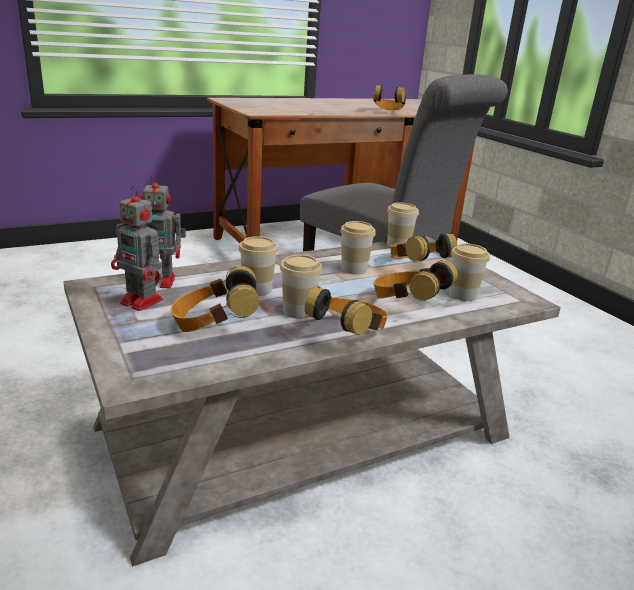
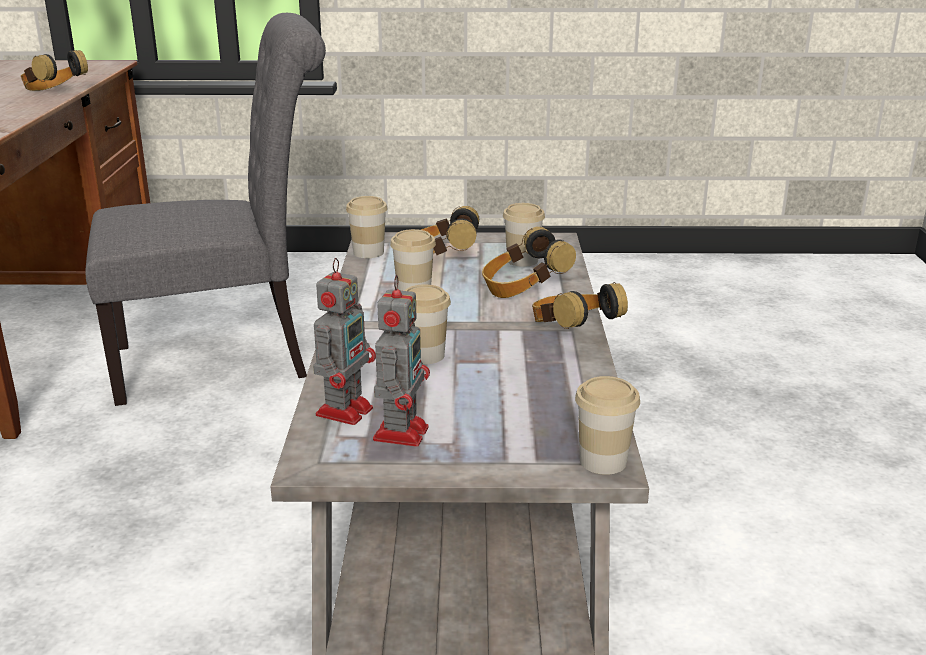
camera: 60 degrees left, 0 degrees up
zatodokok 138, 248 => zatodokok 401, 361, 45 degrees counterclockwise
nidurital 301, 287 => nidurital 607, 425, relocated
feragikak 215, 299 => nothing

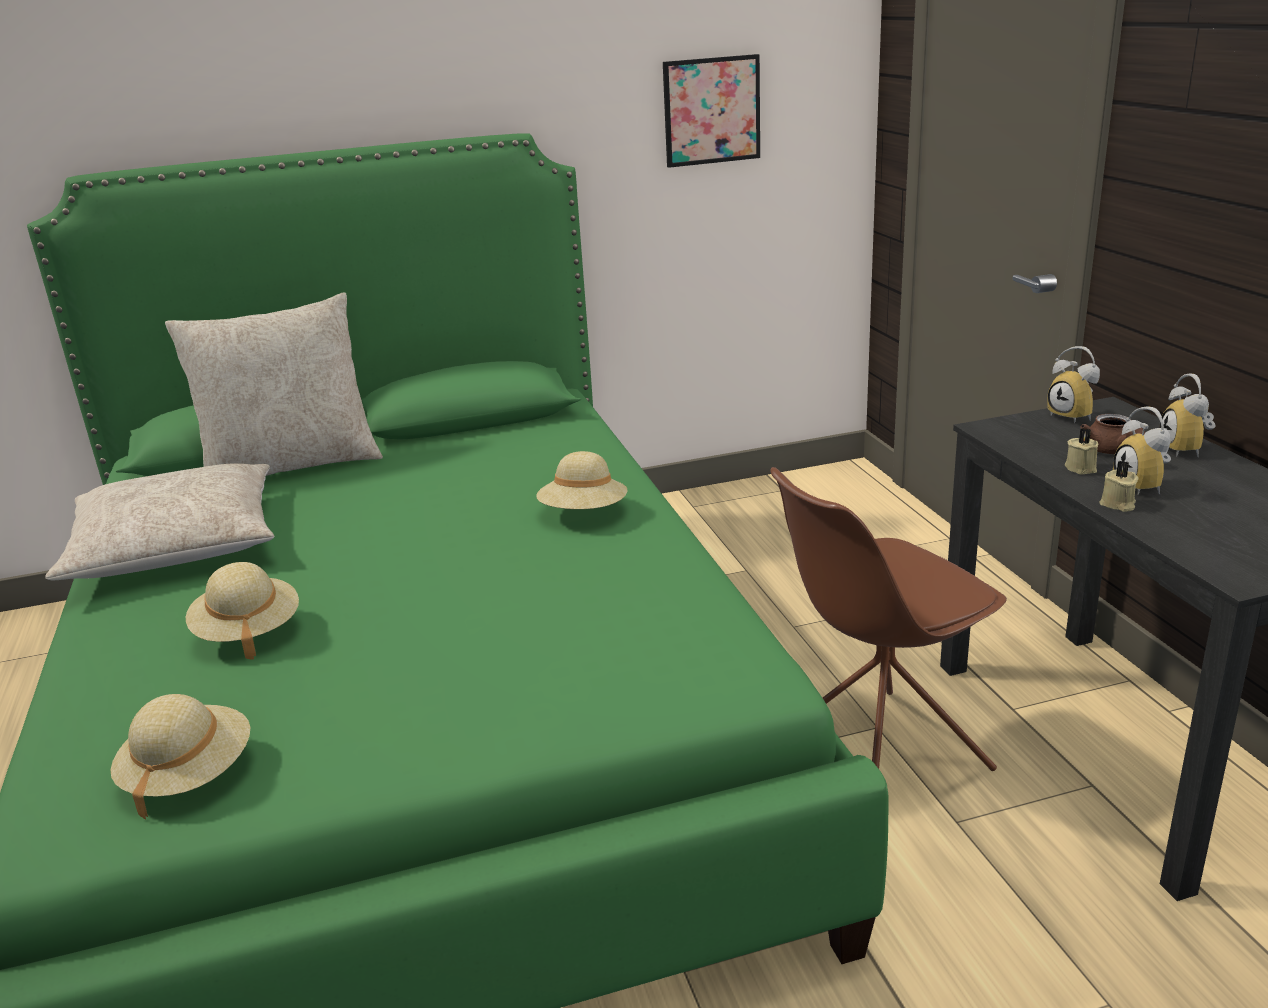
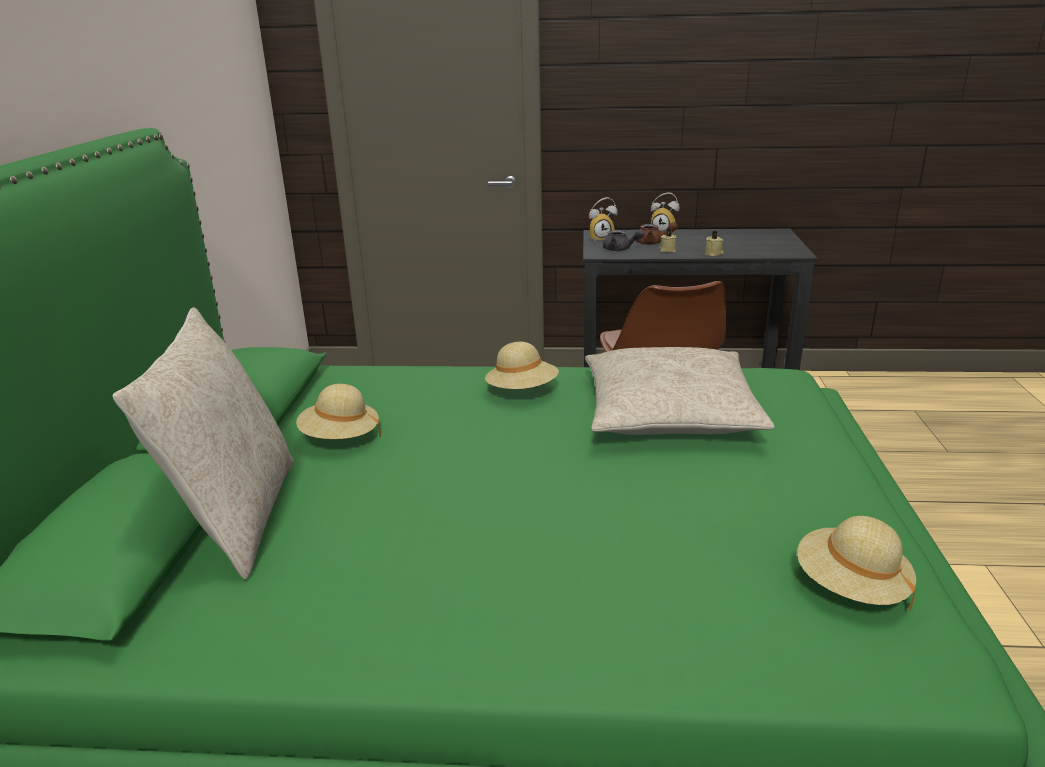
camera: 70 degrees left, 0 degrees up
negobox 711, 111 => nothing
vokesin 1142, 451 => nothing
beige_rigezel 160, 521 => beige_rigezel 679, 391, relocated
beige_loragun 242, 611 => beige_loragun 338, 411, relocated
nothing => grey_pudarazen 623, 240

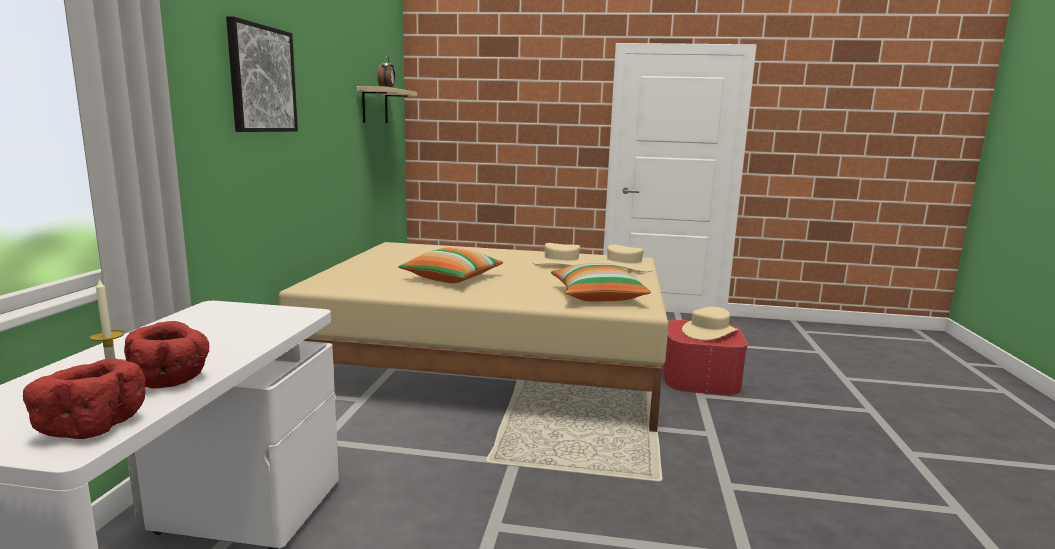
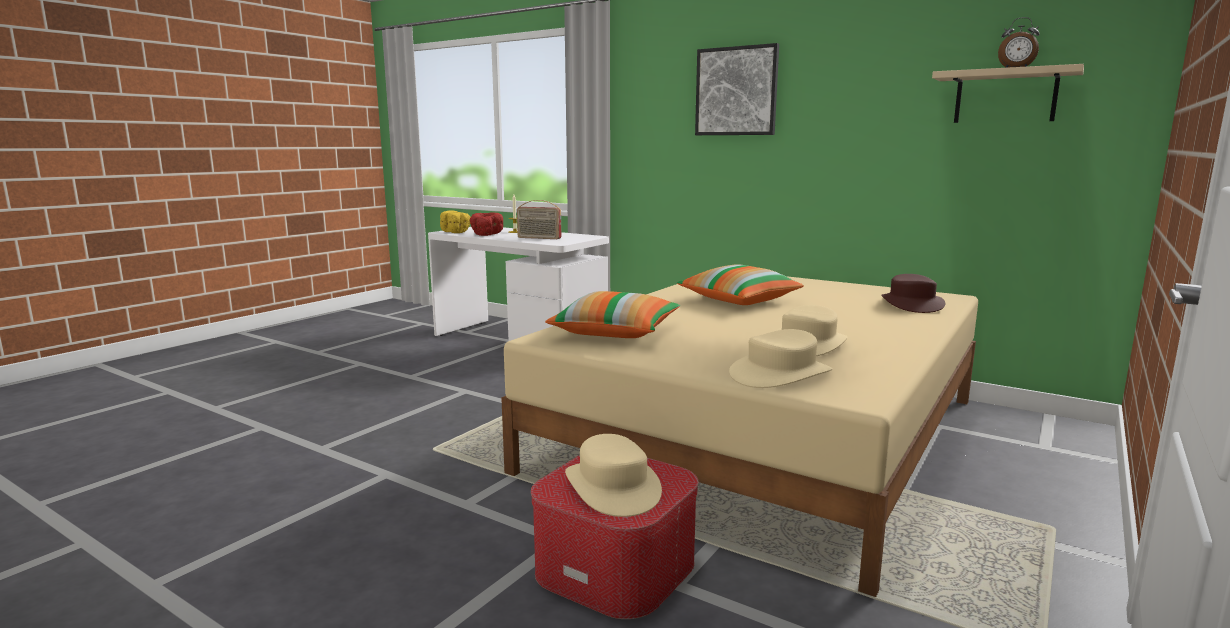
camera: 115 degrees right, 0 degrees up
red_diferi 84, 399 => yellow_diferi 455, 221
nothing => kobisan 539, 219
nothing => brown_loragun 913, 293

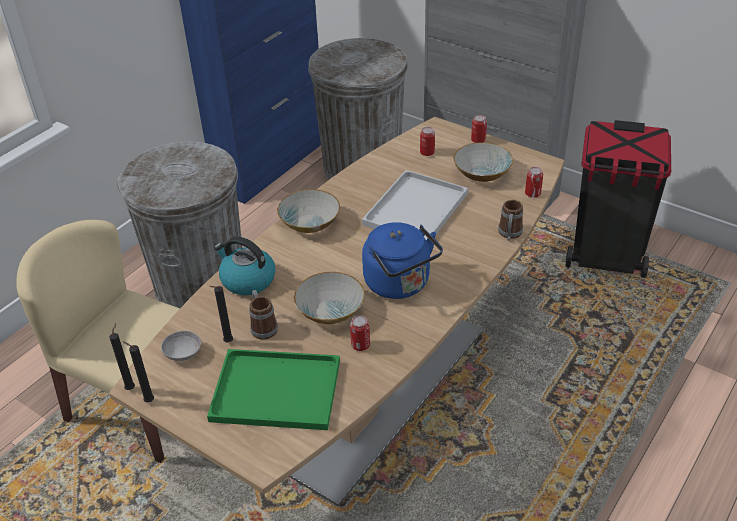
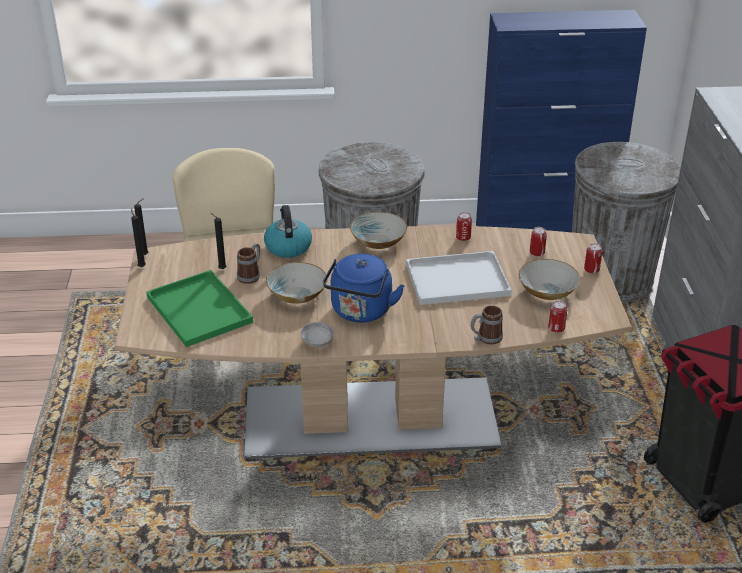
camera: 50 degrees right, 5 degrees down
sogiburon 360, 333 => sogiburon 464, 226, relocated
grey_diferi 181, 346 => grey_diferi 317, 334, relocated

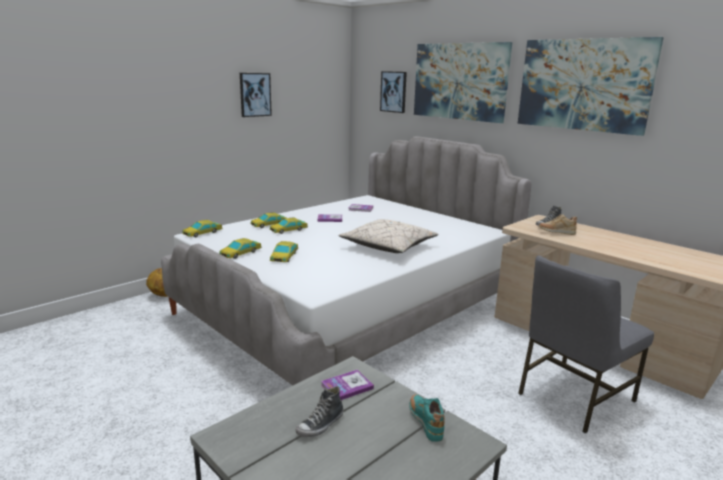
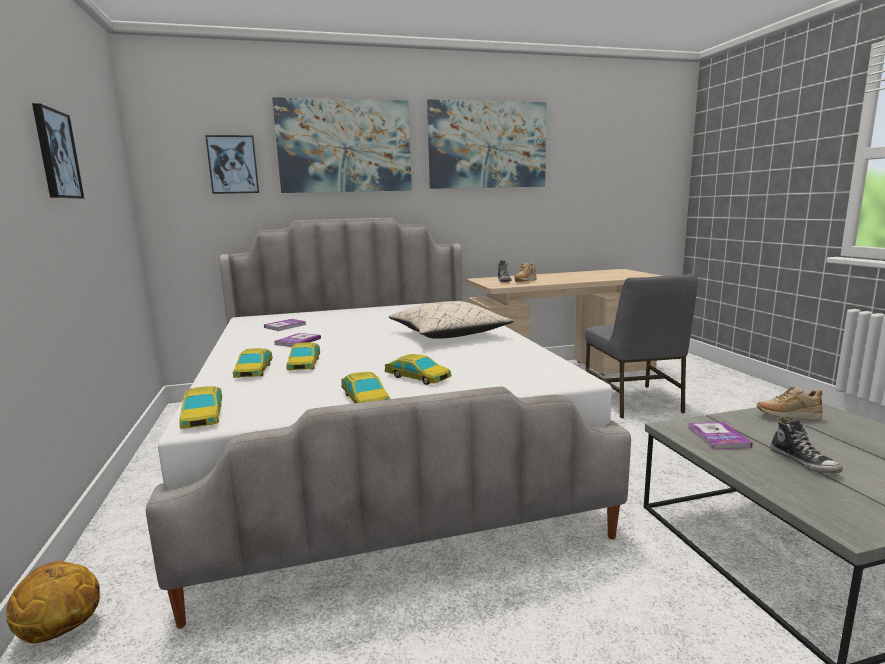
camera: 60 degrees left, 5 degrees down
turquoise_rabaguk 427, 417 => beige_rabaguk 790, 404

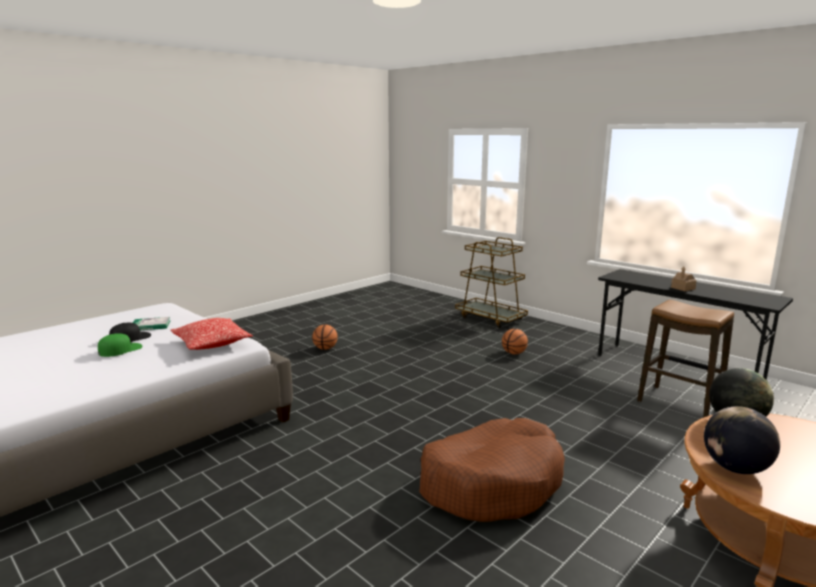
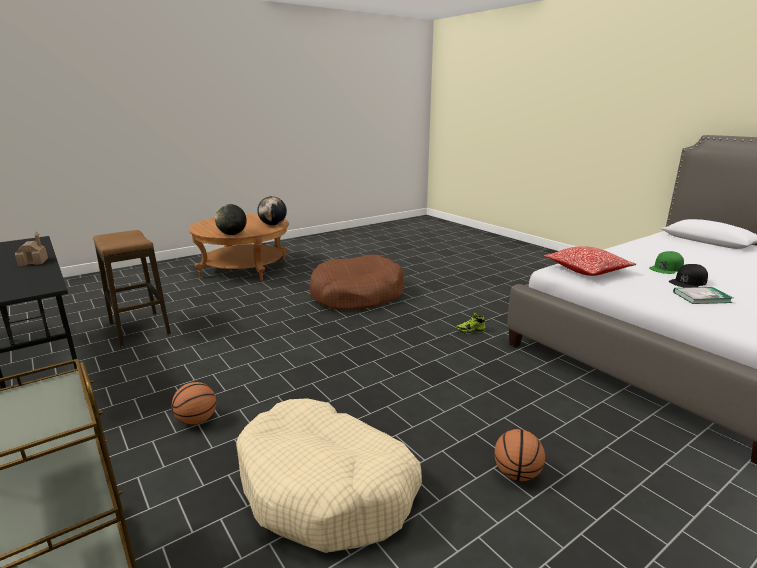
camera: 170 degrees left, 5 degrees up
nothing => rabaguk 471, 323
nothing => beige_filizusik 329, 475

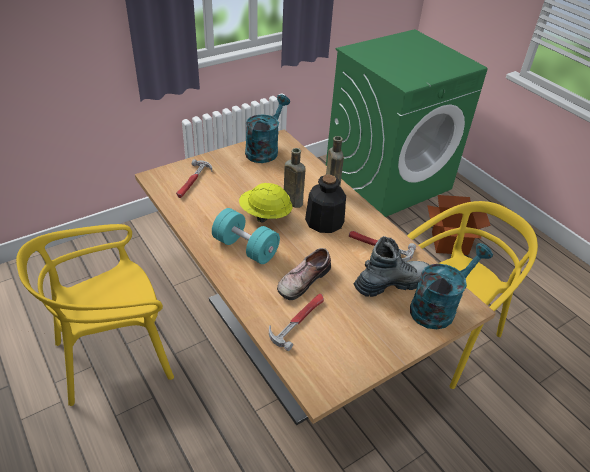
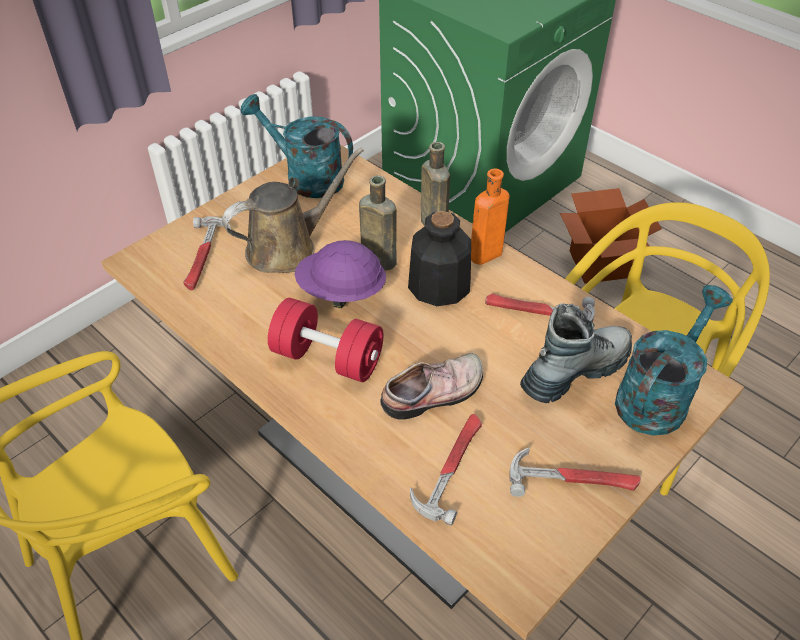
camera: 10 degrees left, 5 degrees up
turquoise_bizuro 267, 128 => turquoise_bizuro 296, 146, 75 degrees counterclockwise
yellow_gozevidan 265, 203 => purple_gozevidan 340, 274
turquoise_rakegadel 246, 236 => red_rakegadel 325, 340
rabaguk 304, 274 => rabaguk 431, 386, 150 degrees counterclockwise
nothing => brown_bizuro 293, 210
nothing => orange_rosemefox 490, 216
nothing => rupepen 575, 472

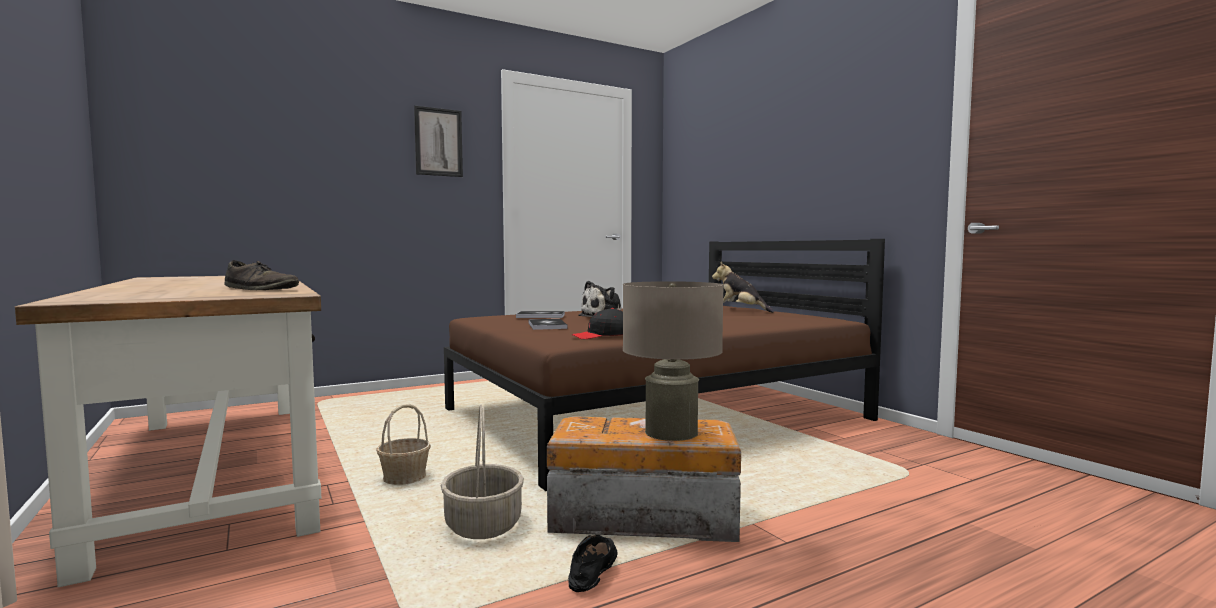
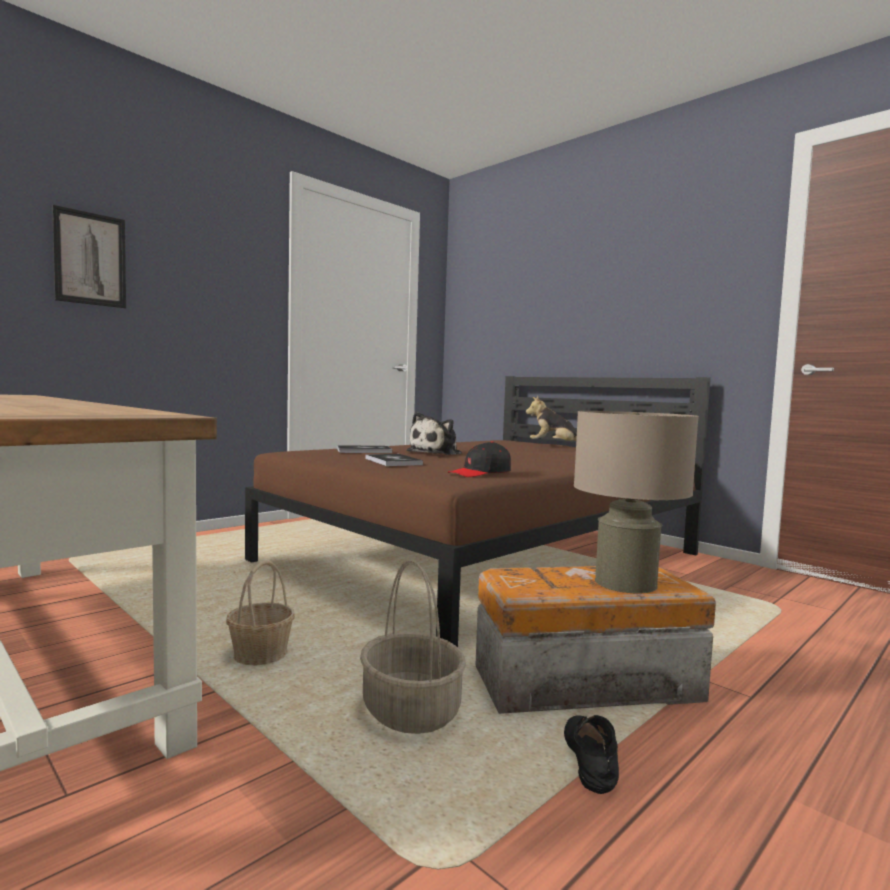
camera: 15 degrees left, 0 degrees up
negobox 438, 141 => negobox 89, 256, relocated
brown_rabaguk 262, 275 => nothing

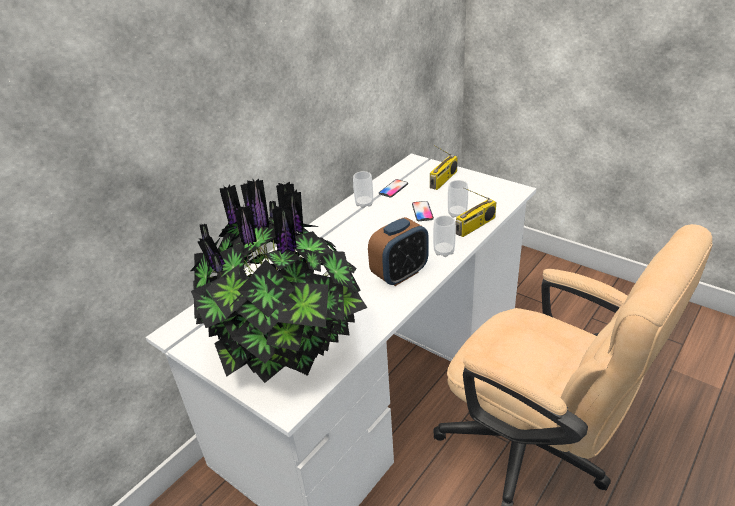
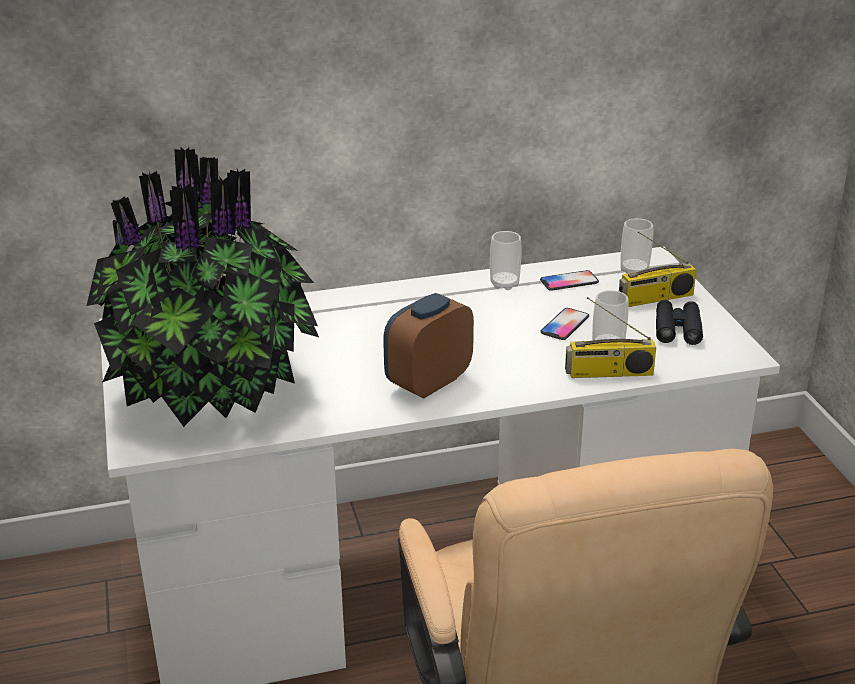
camera: 35 degrees right, 5 degrees down
nidurital 444, 236 => nidurital 636, 246, relocated
vokesin 398, 251 => vokesin 428, 346, 135 degrees clockwise
nothing => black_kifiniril 679, 322

